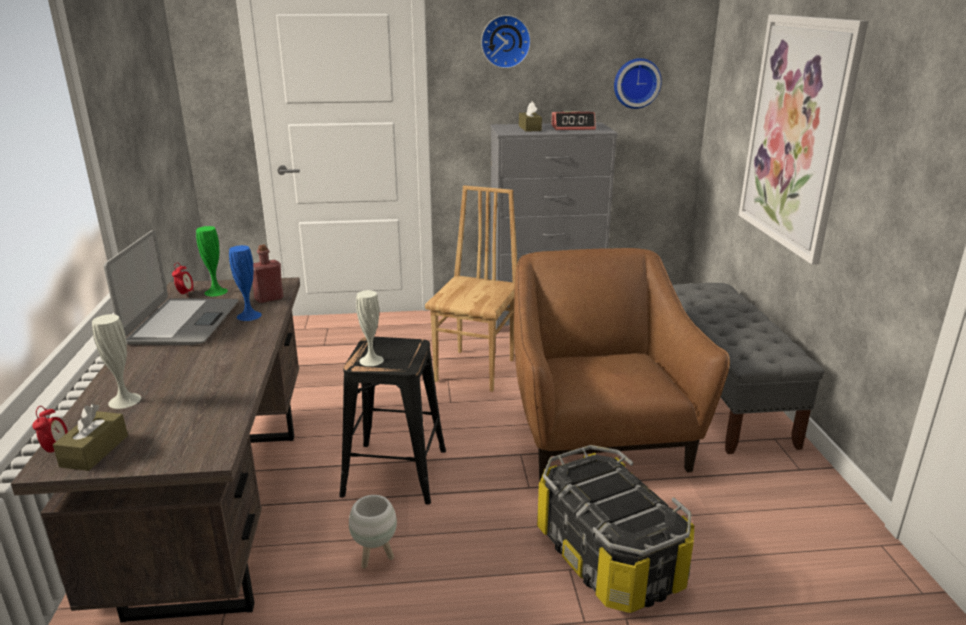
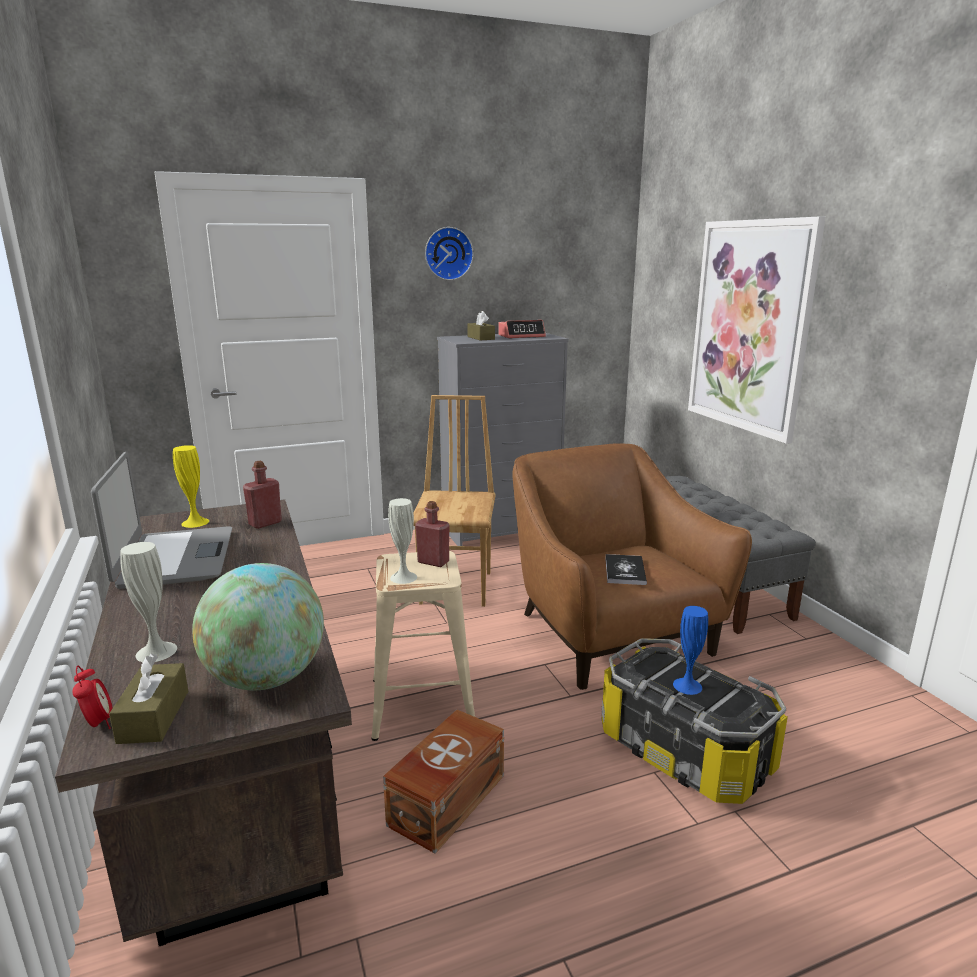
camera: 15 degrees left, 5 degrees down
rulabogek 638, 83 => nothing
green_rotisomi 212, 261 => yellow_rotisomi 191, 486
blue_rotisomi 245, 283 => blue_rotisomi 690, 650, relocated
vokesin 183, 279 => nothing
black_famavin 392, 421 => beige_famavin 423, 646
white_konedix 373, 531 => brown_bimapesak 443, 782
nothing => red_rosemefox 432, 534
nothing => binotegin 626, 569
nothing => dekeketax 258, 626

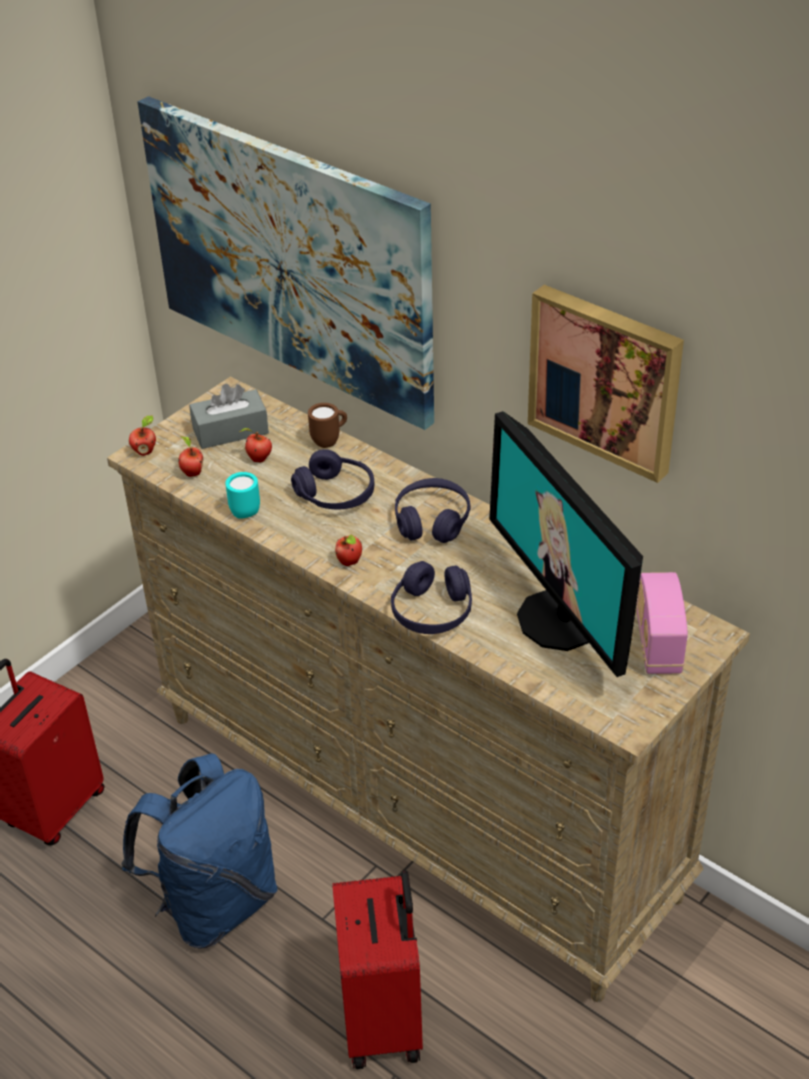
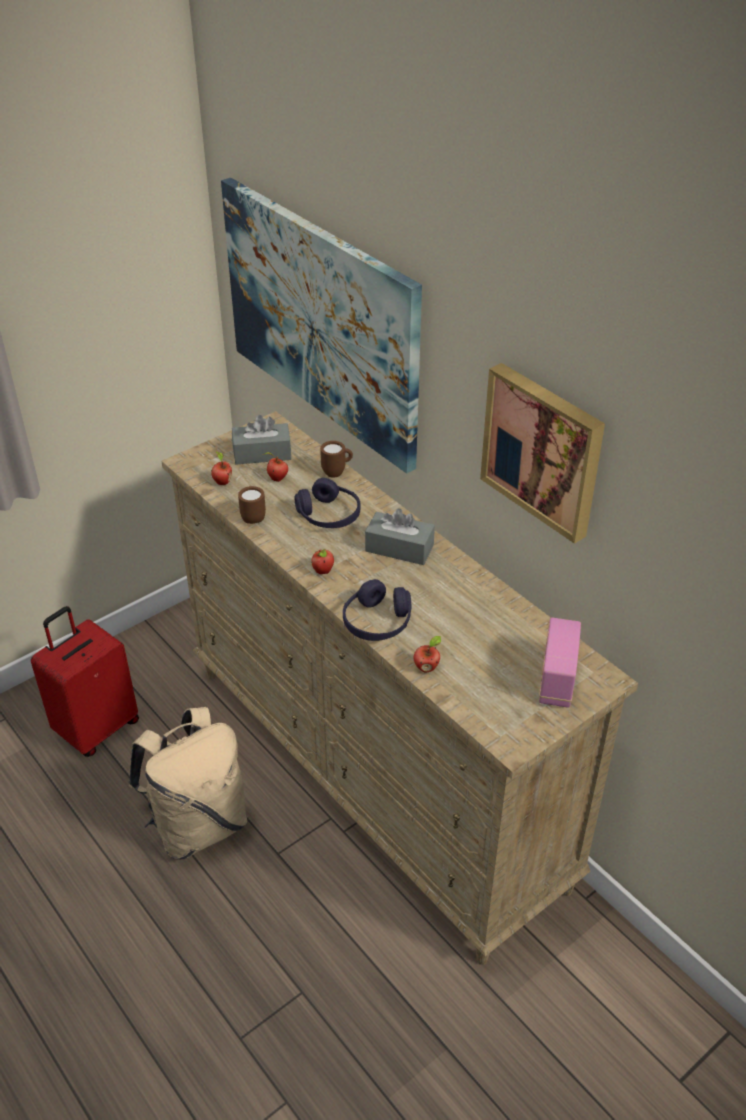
camera: 10 degrees right, 0 degrees up
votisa 566, 544 => nothing
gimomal 142, 435 => gimomal 427, 654, relocated
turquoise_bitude 242, 495 => brown_bitude 252, 505
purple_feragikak 433, 510 => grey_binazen 400, 536
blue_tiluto 199, 851 => beige_tiluto 188, 783
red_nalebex 377, 969 => nothing

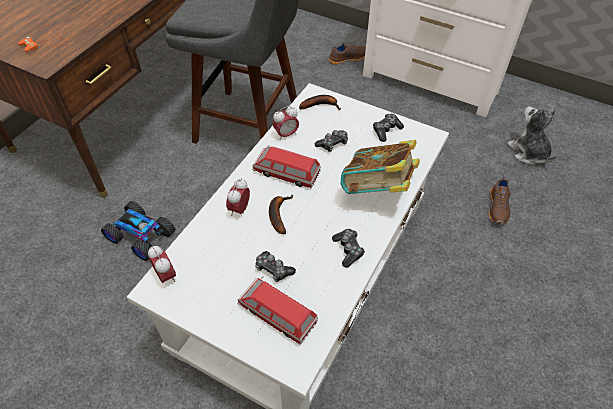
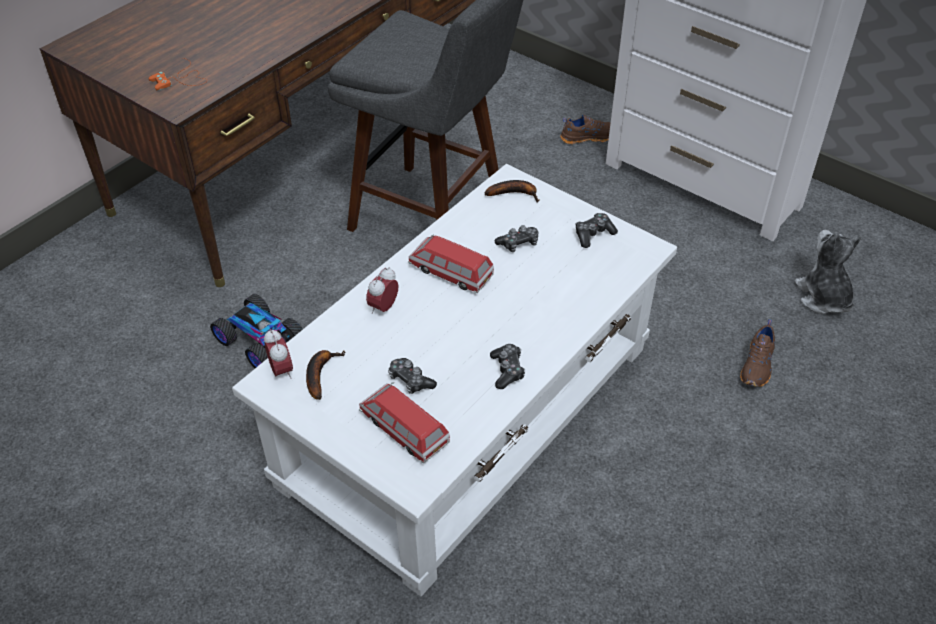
camera: 10 degrees right, 5 degrees down
vokesin 286, 123 => nothing
binotegin 380, 167 => nothing
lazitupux 281, 214 => lazitupux 326, 375, relocated

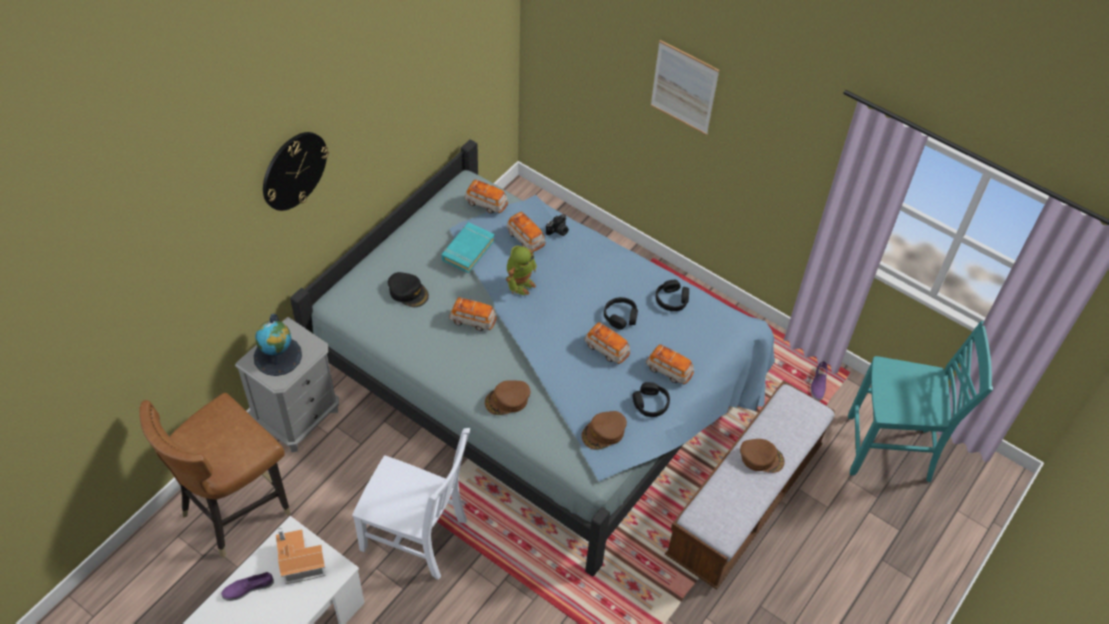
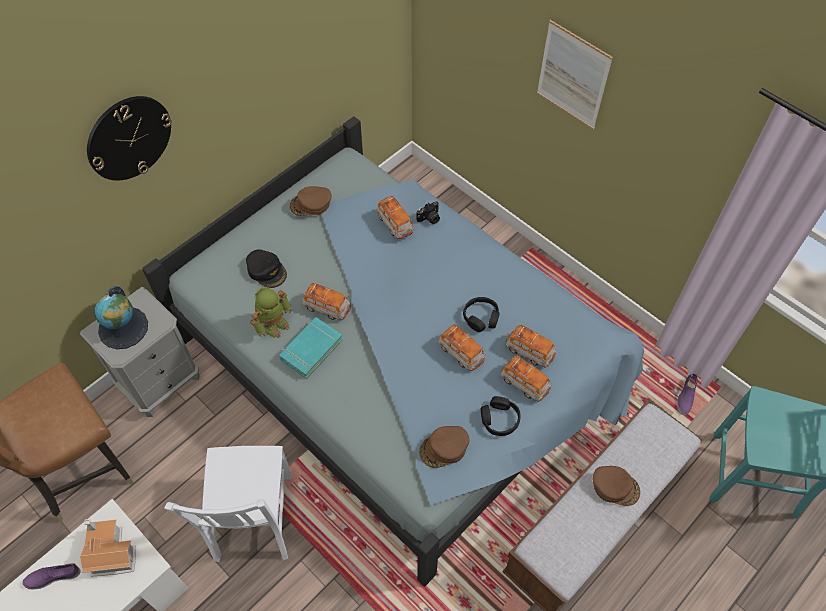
camera: 10 degrees right, 5 degrees up
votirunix 486, 196 => votirunix 530, 346, relocated
turquoise_binotegin 468, 247 => turquoise_binotegin 311, 348, relocated
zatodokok 521, 270 => zatodokok 270, 312, relocated
black_feragikak 672, 295 => nothing
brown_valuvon 508, 397 => brown_valuvon 311, 201, relocated
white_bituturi 411, 504 => white_bituturi 228, 504, 60 degrees clockwise

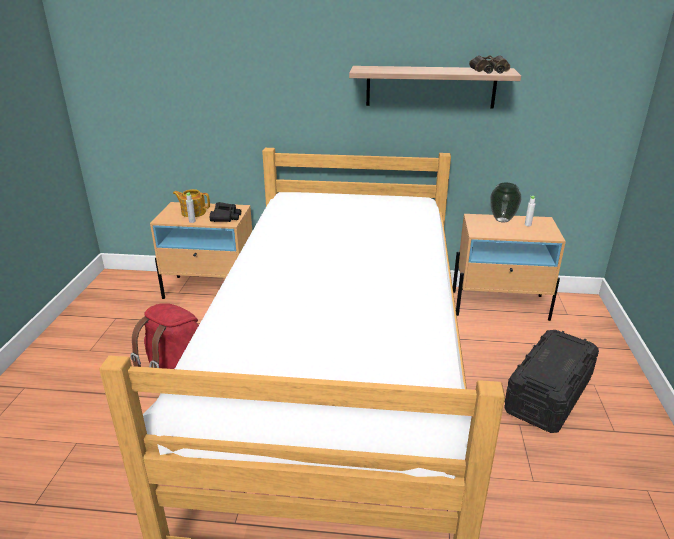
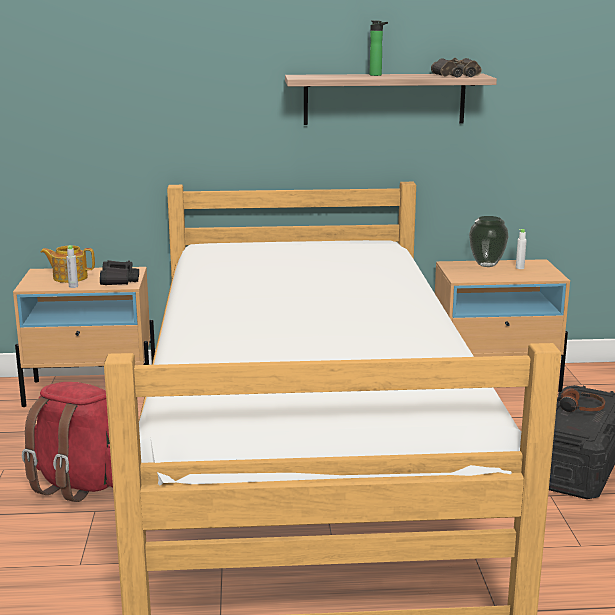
camera: 10 degrees left, 10 degrees down
nothing => rosemefox 379, 48
nothing => feragikak 581, 400

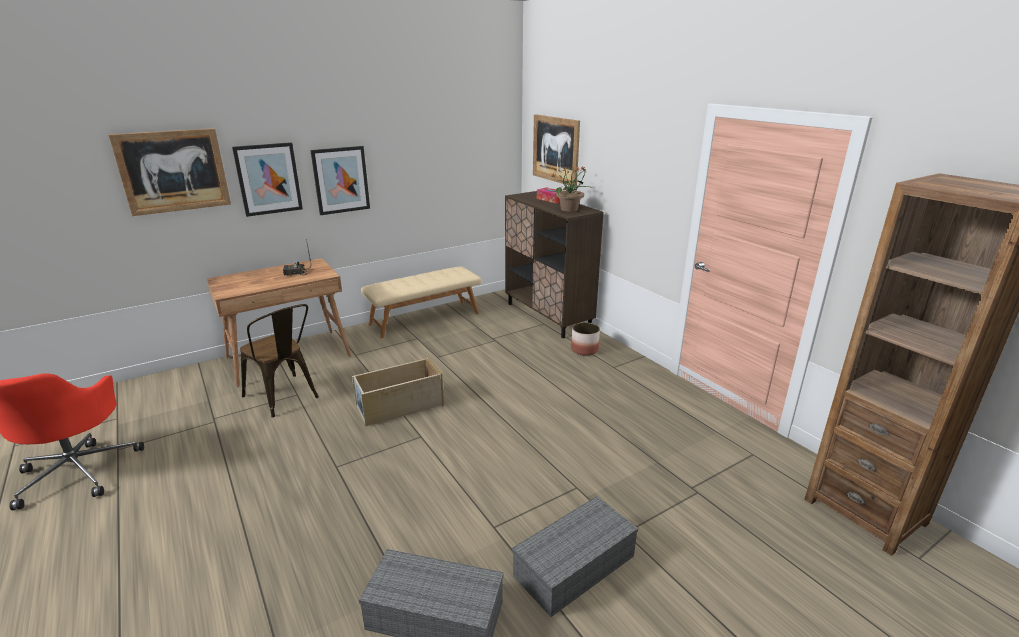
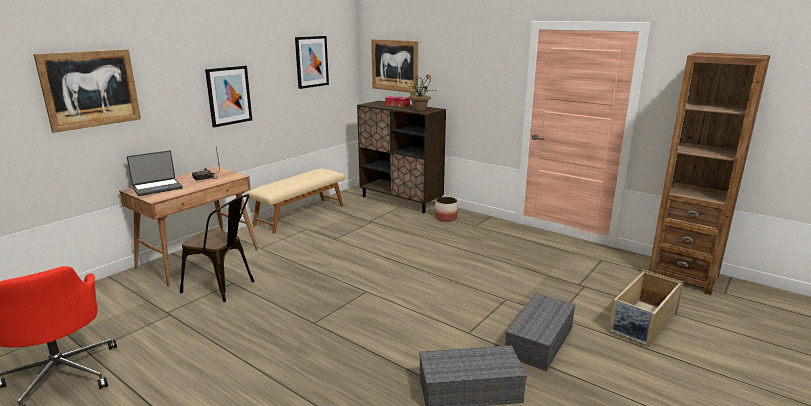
camera: 20 degrees left, 5 degrees down
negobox 267, 179 => negobox 312, 62, relocated
beige_bimapesak 398, 391 => beige_bimapesak 646, 308, relocated
nothing => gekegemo 155, 173

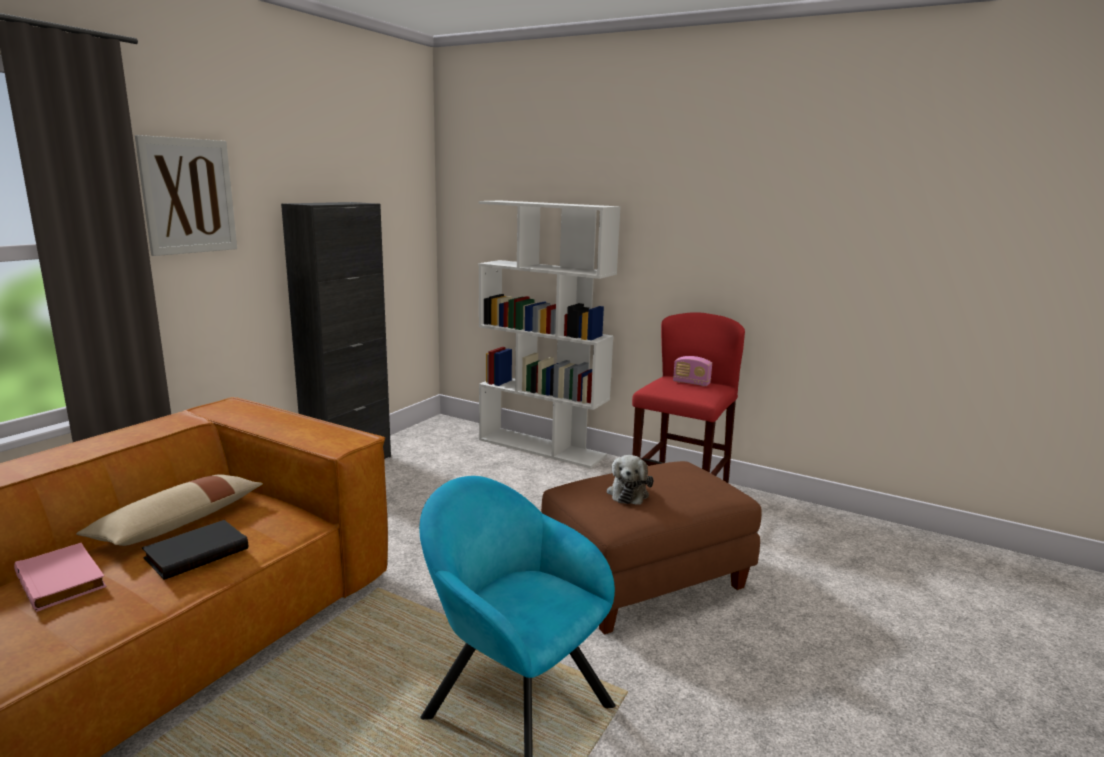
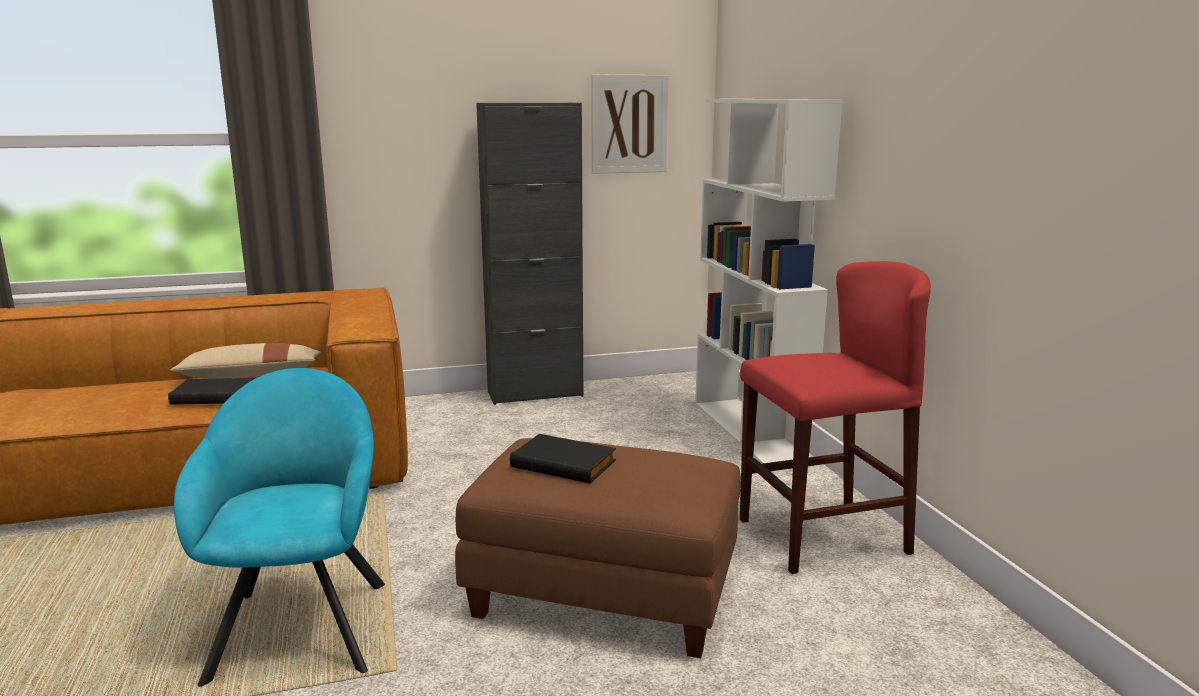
camera: 45 degrees right, 0 degrees up
negobox 186, 195 => negobox 629, 124, relocated
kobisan 692, 371 => nothing
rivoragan 630, 480 => black_binotegin 563, 459
pink_binotegin 60, 577 => nothing

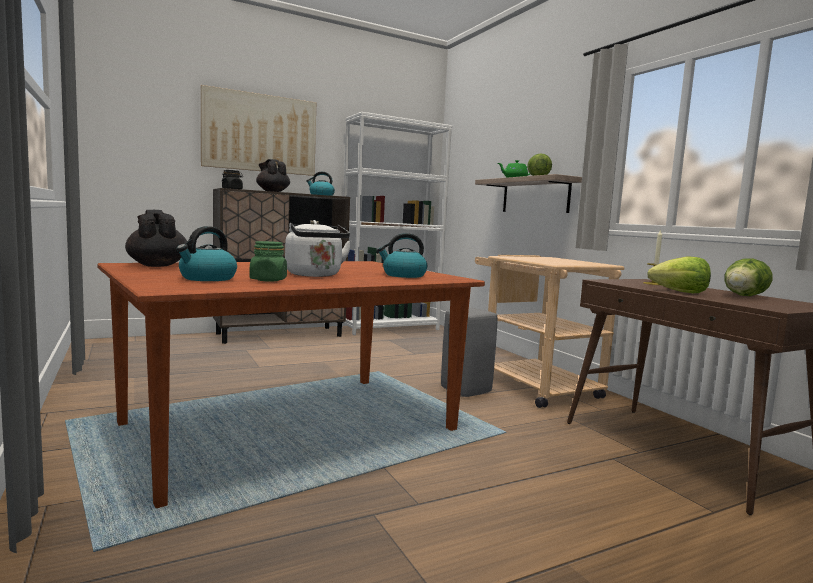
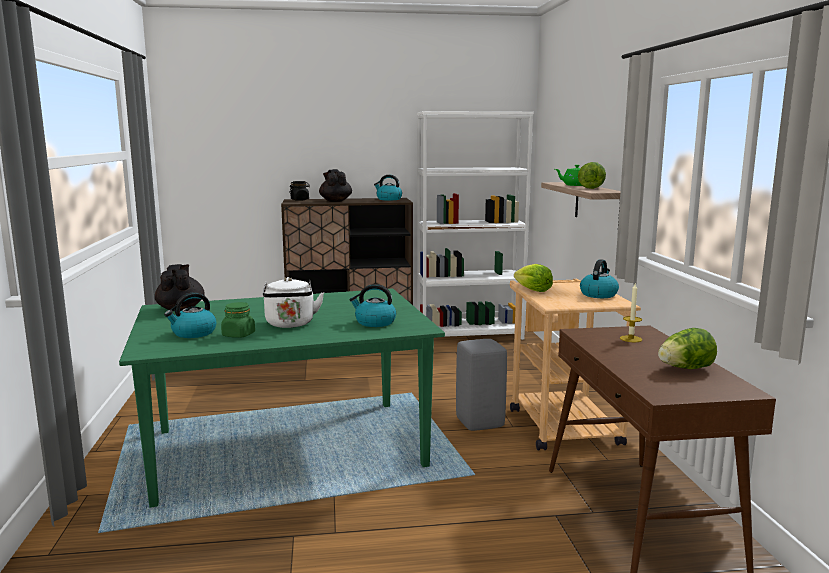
camera: 20 degrees right, 5 degrees up
negobox 258, 130 => nothing
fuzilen 679, 274 => fuzilen 533, 278, relocated
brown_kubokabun 291, 384 => green_kubokabun 282, 398
nothing => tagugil 599, 278

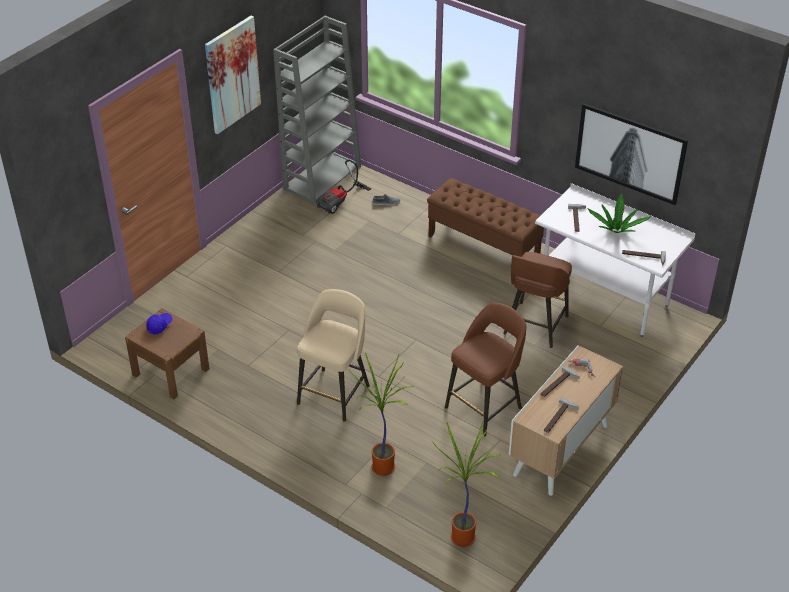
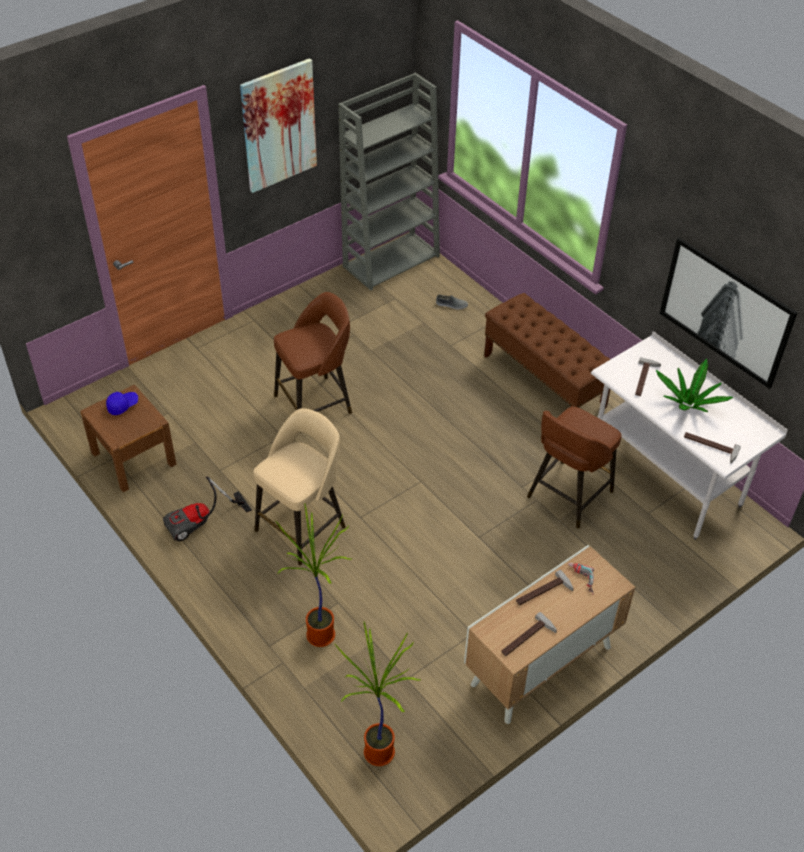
camera: 15 degrees right, 5 degrees up
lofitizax 343, 187 => lofitizax 207, 509, relocated
brown_famavin 486, 369 => brown_famavin 313, 362, relocated

